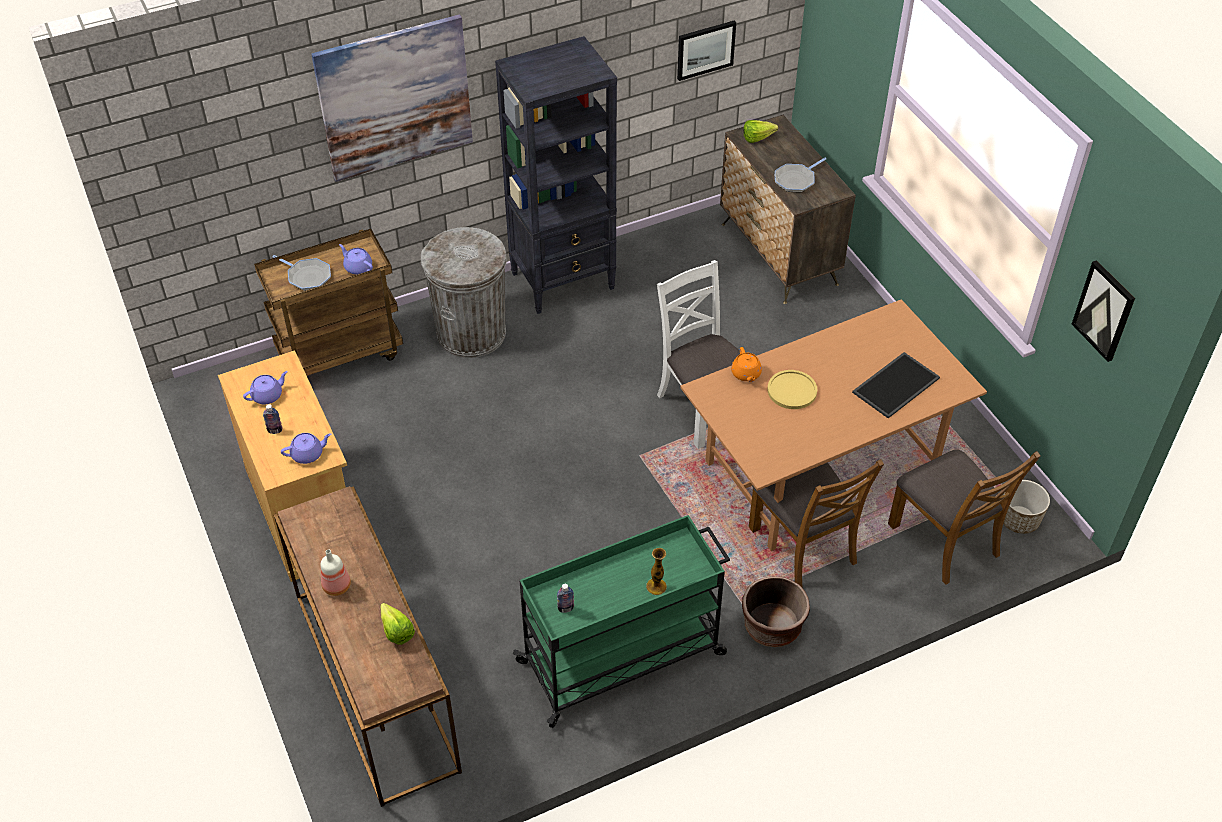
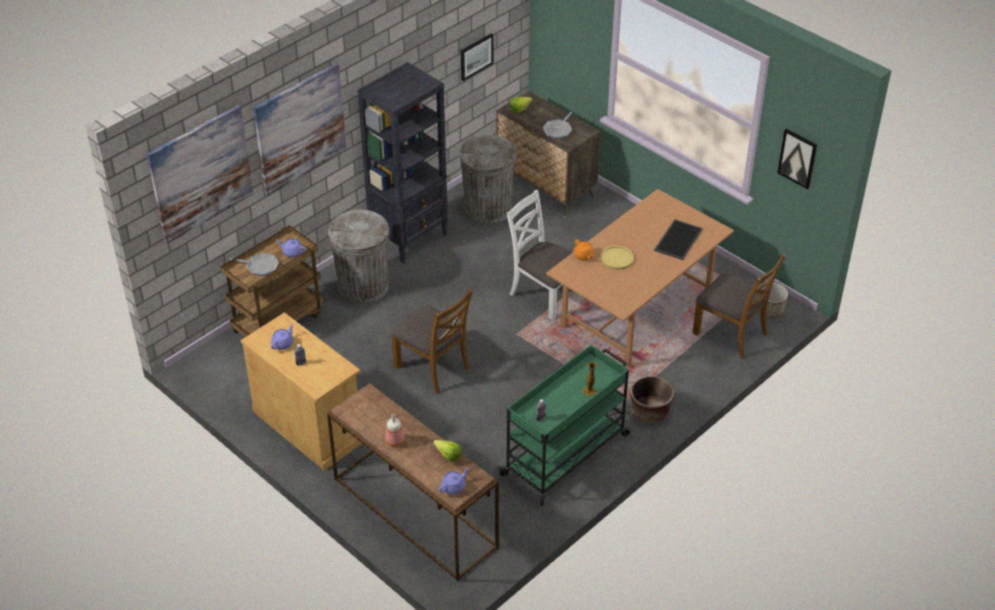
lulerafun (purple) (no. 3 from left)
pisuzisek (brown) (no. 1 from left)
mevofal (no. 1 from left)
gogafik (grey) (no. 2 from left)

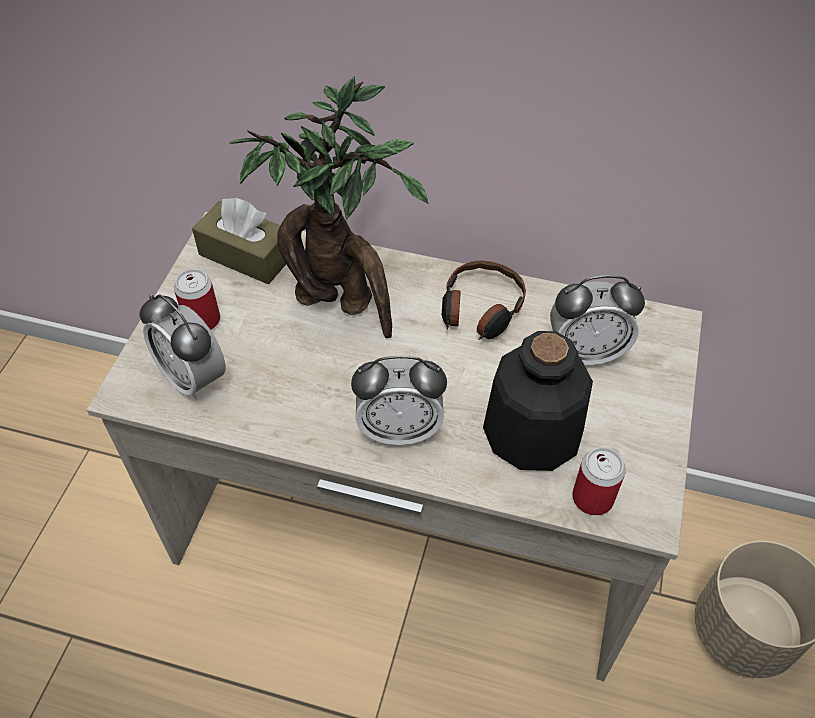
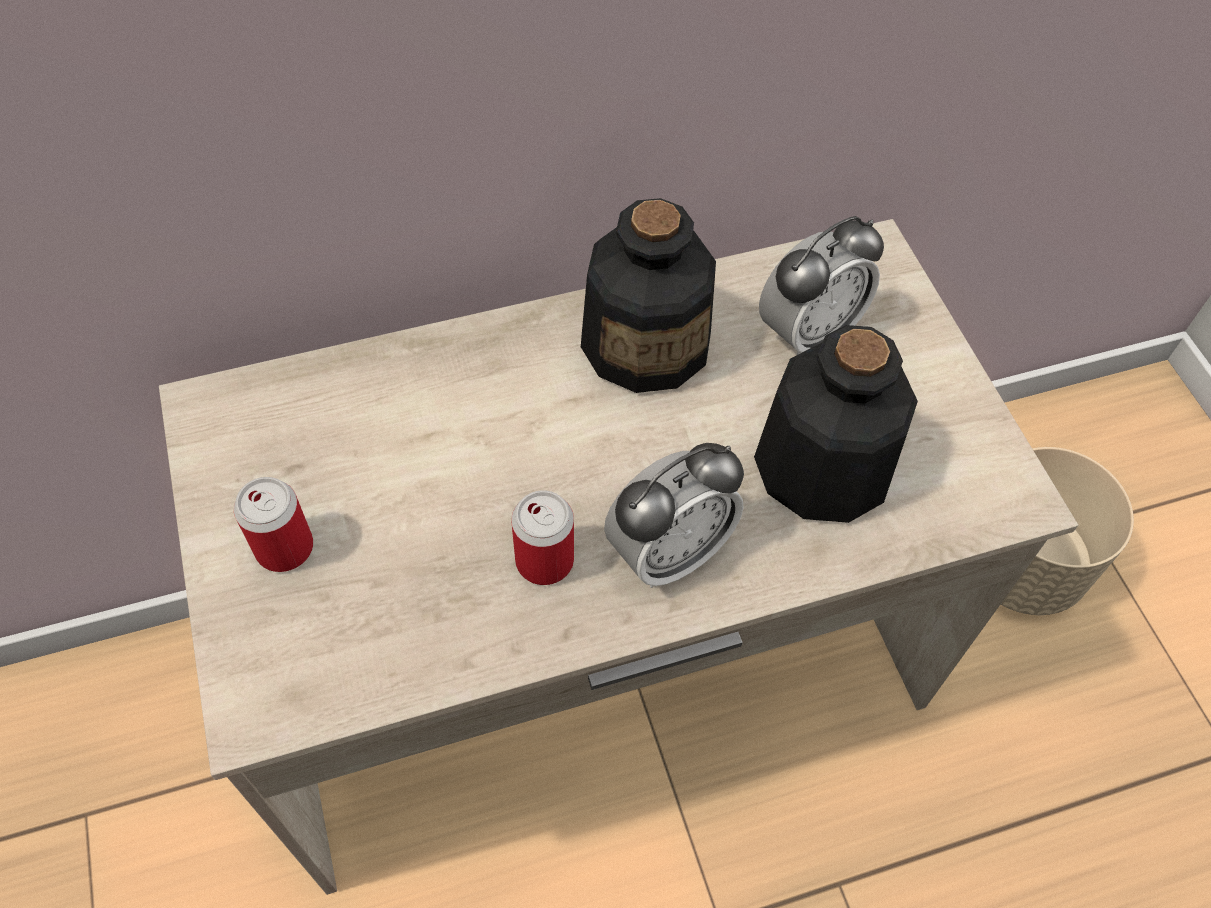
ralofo
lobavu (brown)
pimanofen (no. 1 from left)
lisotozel (no. 1 from left in the first image)
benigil (no. 2 from left)

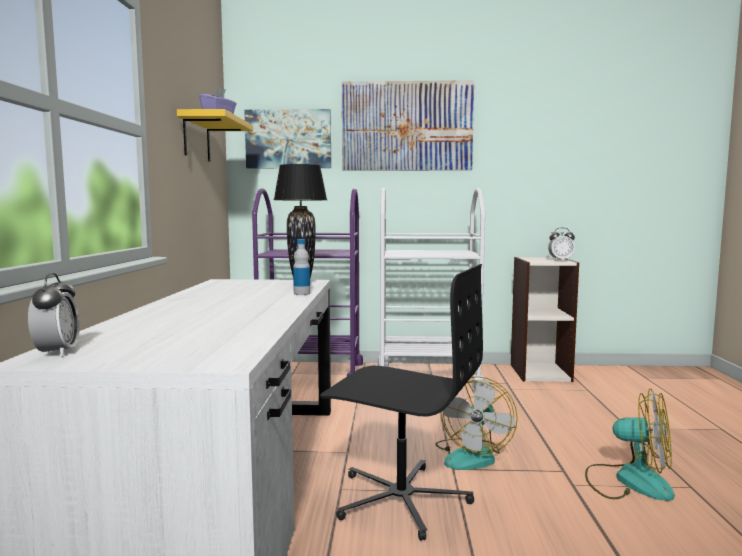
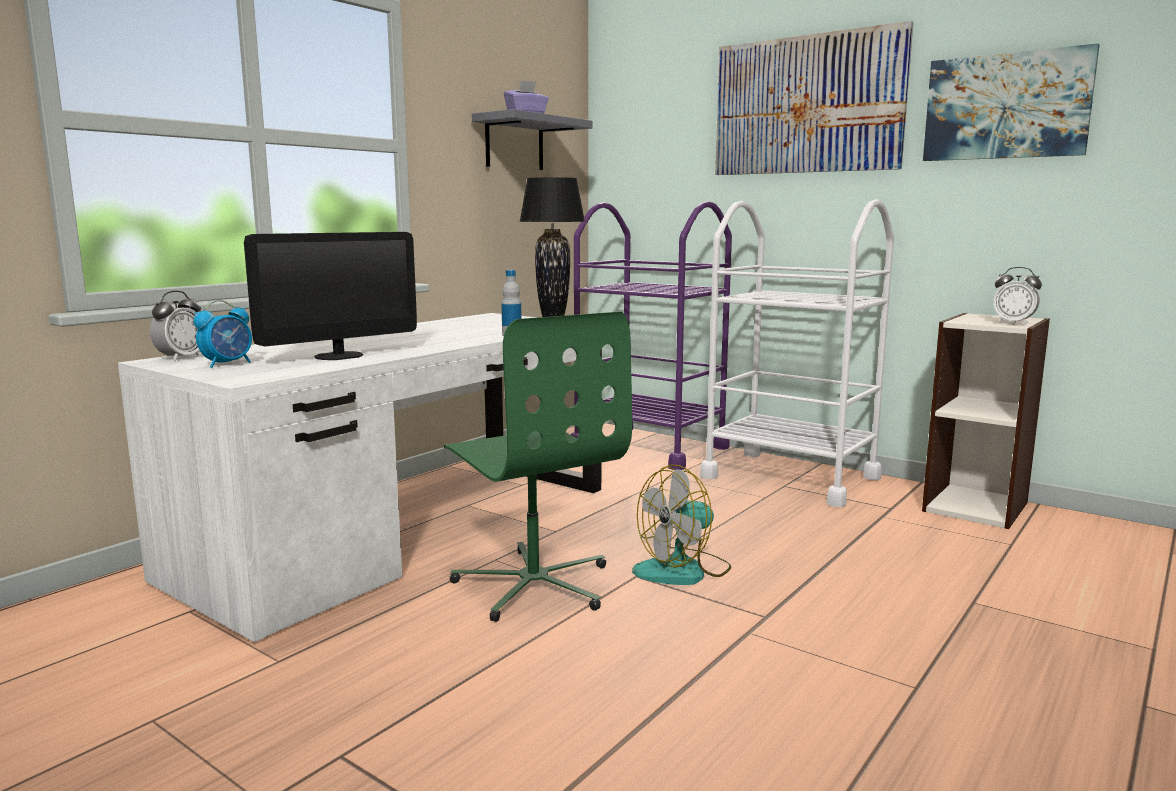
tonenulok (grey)
mevofal (no. 2 from left)
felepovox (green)
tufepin (no. 2 from left in the first image)
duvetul
lisotozel (no. 2 from left)

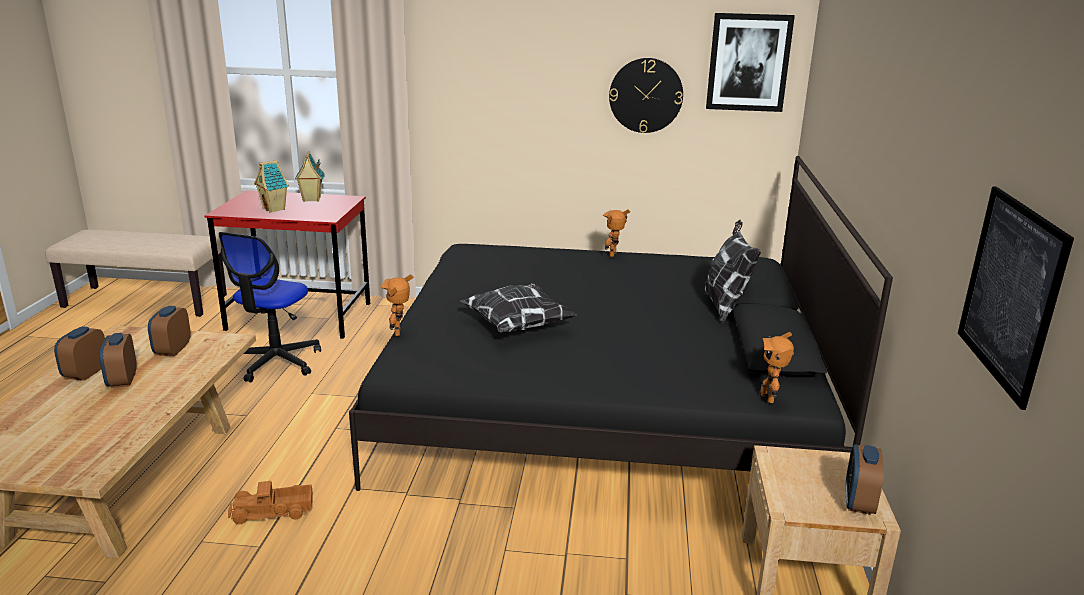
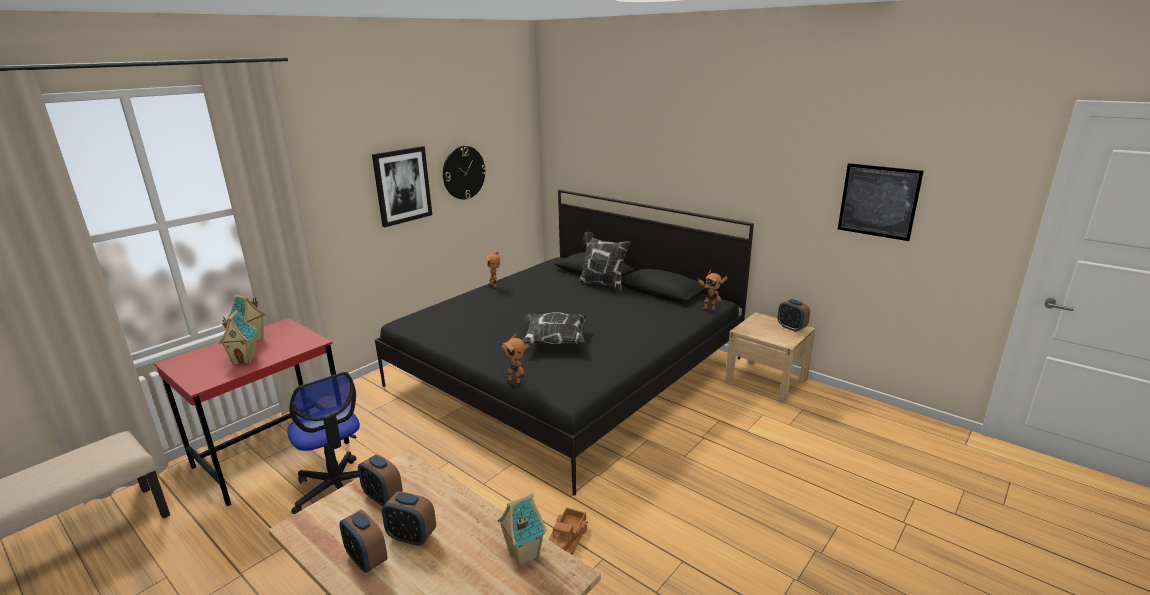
mevofal (no. 1 from left)
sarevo (no. 3 from left)

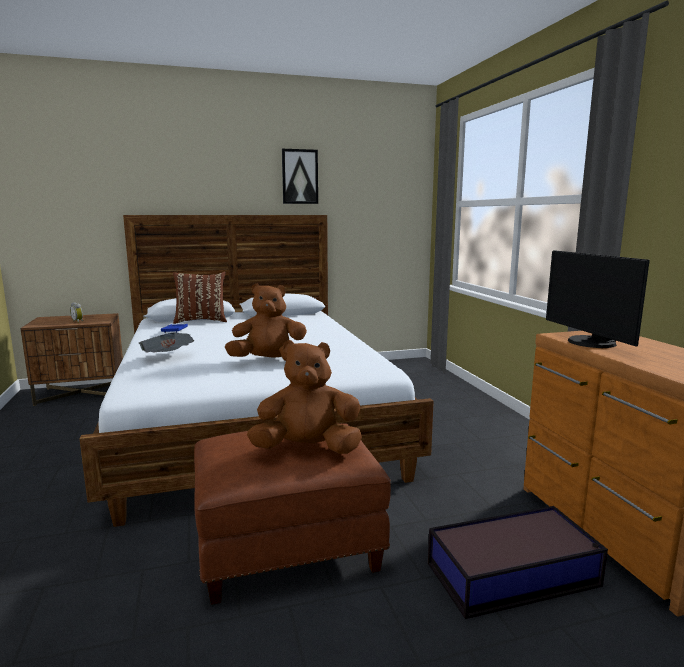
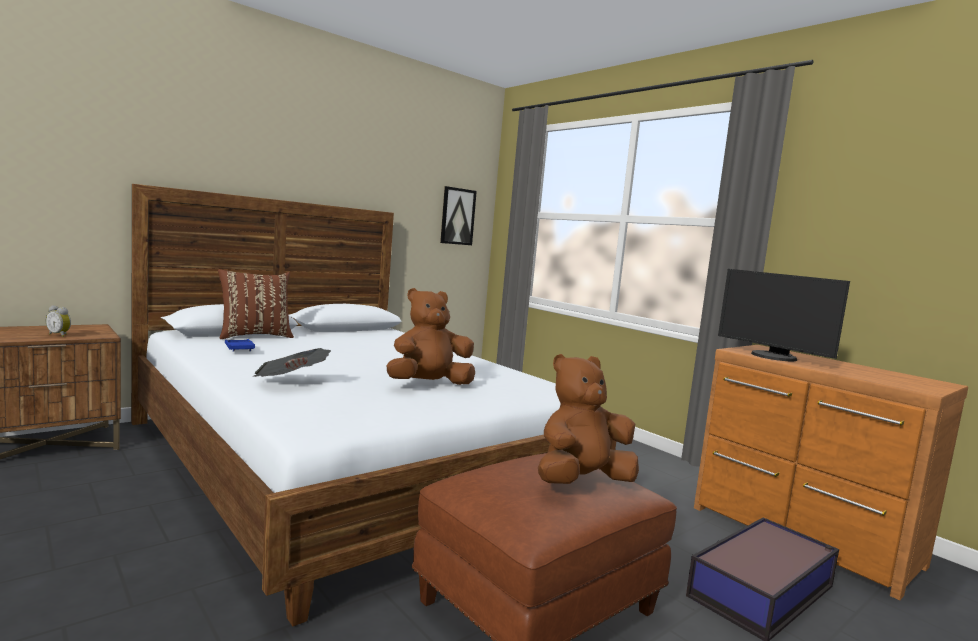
mevofal

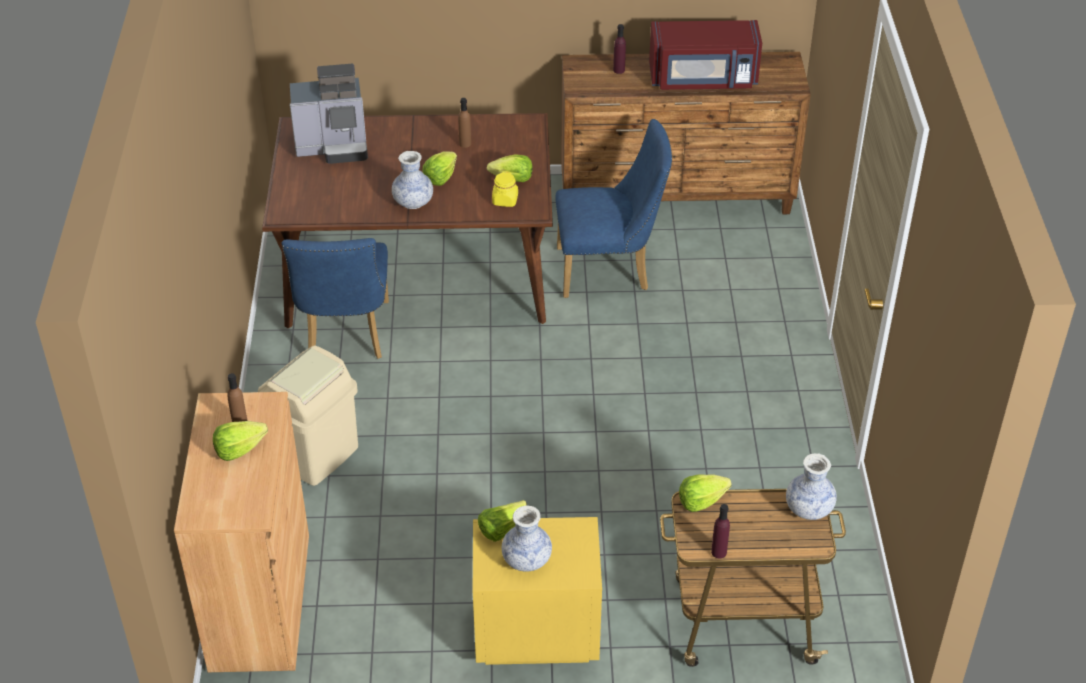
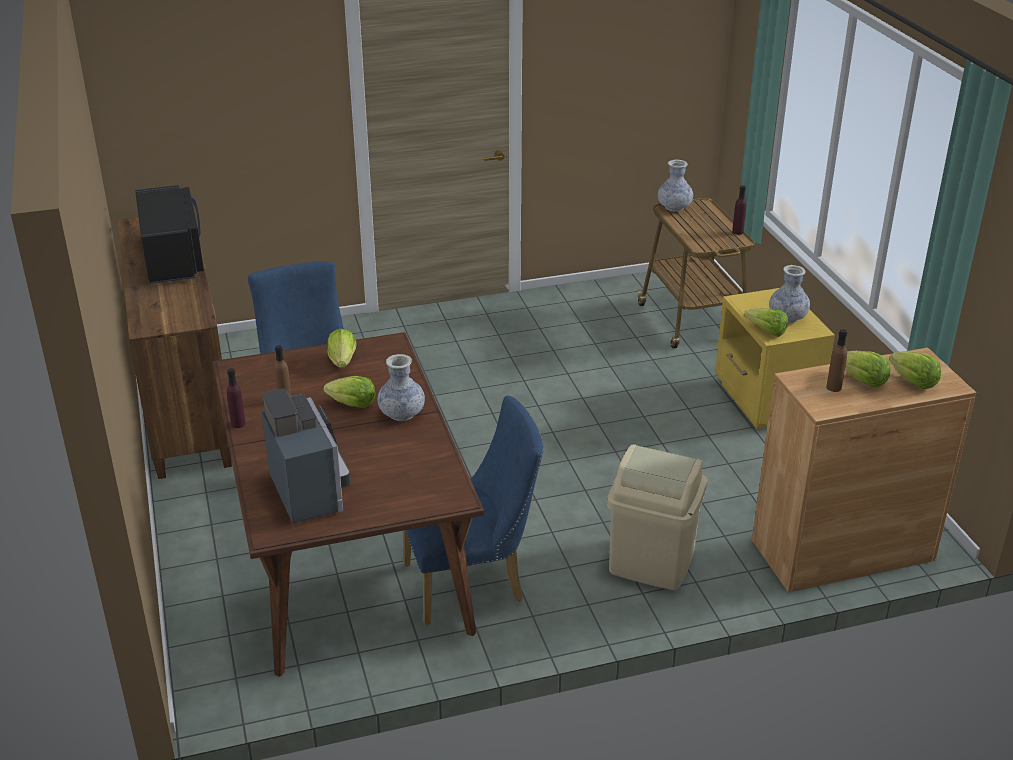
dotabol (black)
pimanofen (purple) (no. 1 from left)
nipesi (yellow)
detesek (no. 5 from left)

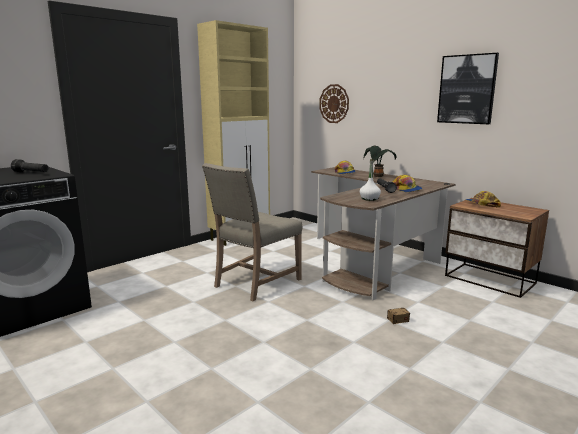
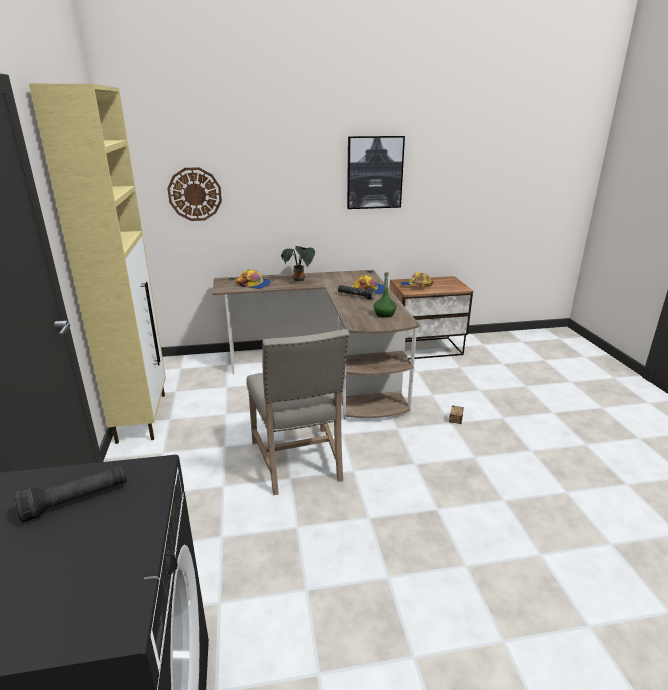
pimanofen (green)

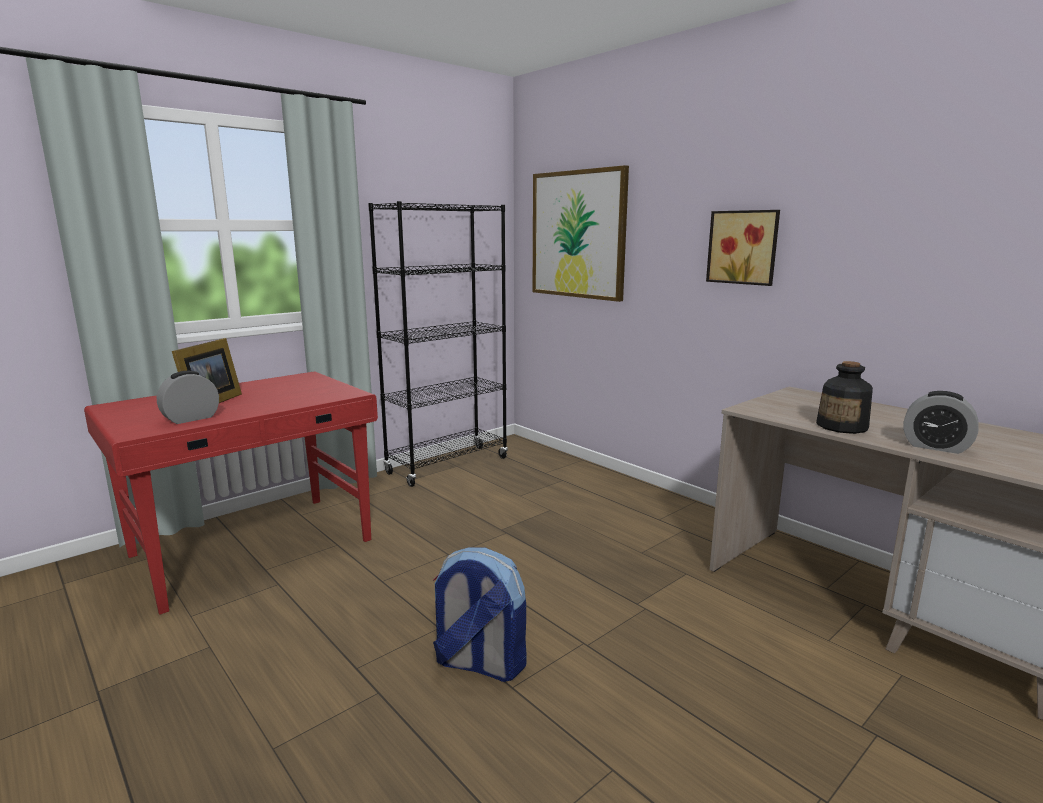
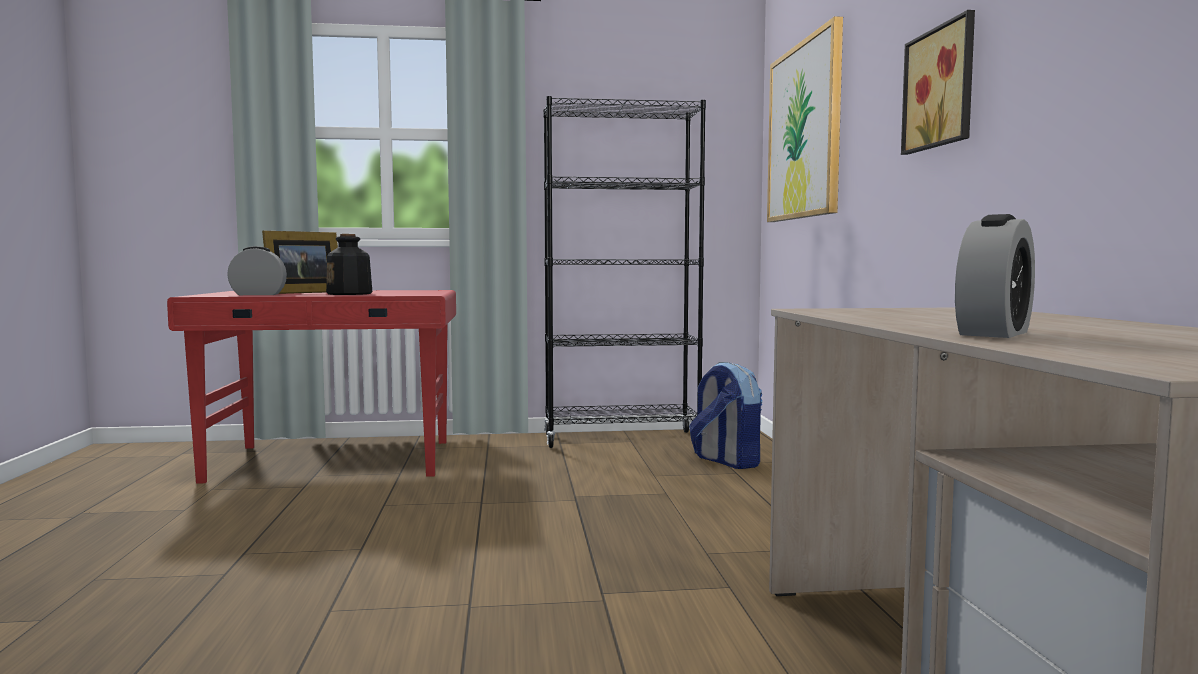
pimanofen
lisotozel (no. 2 from left)
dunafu

